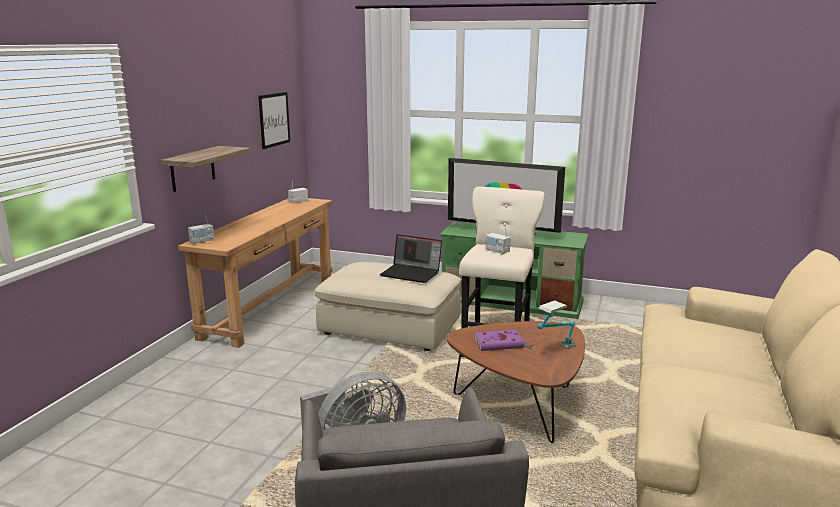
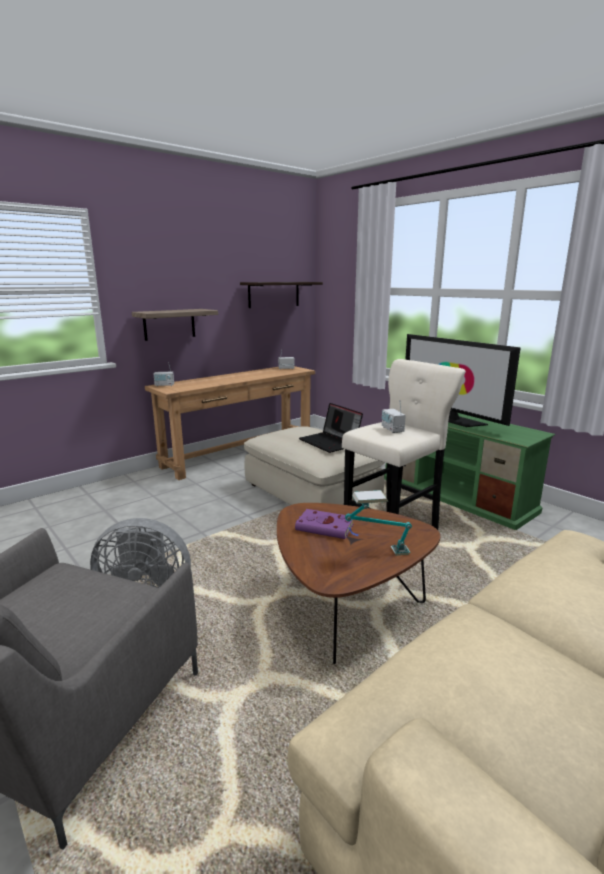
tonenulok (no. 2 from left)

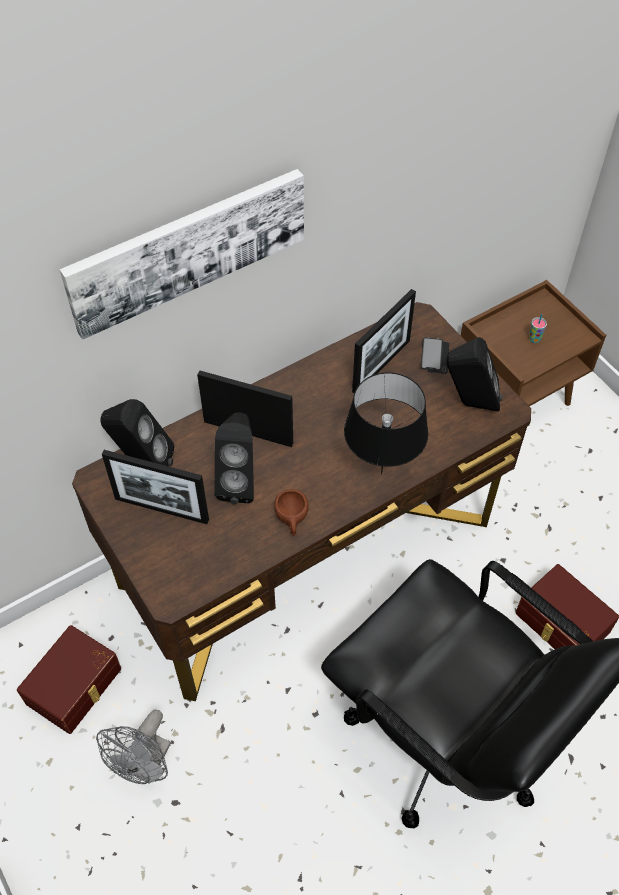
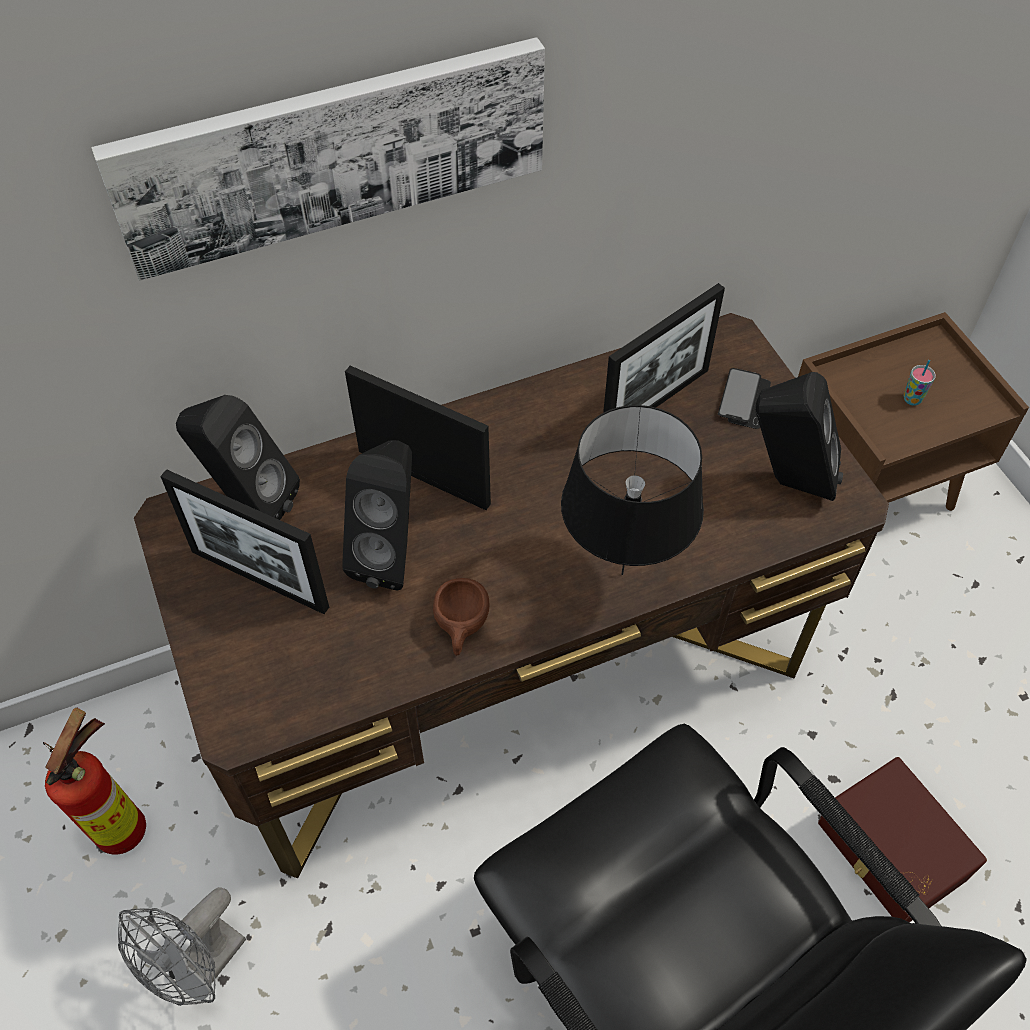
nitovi

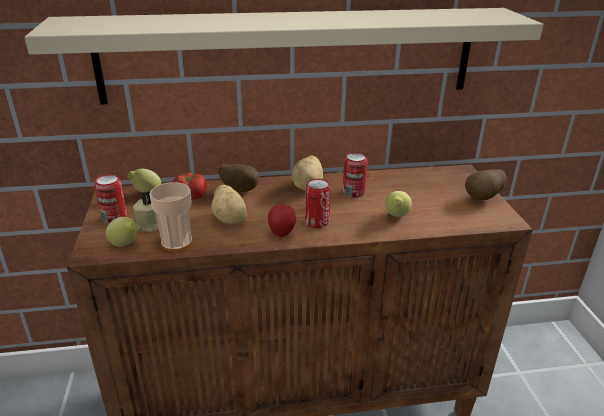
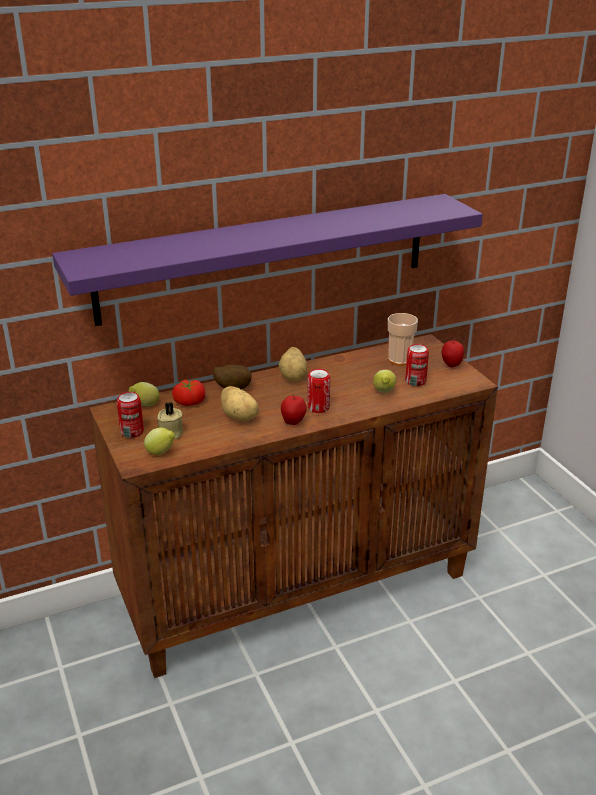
tonenulok (purple)
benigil (no. 3 from left)
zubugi (no. 2 from left)
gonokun

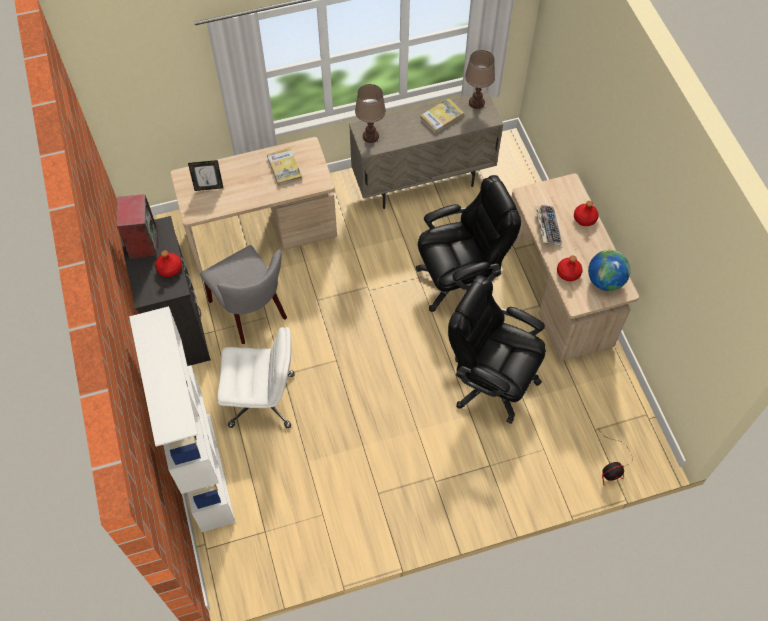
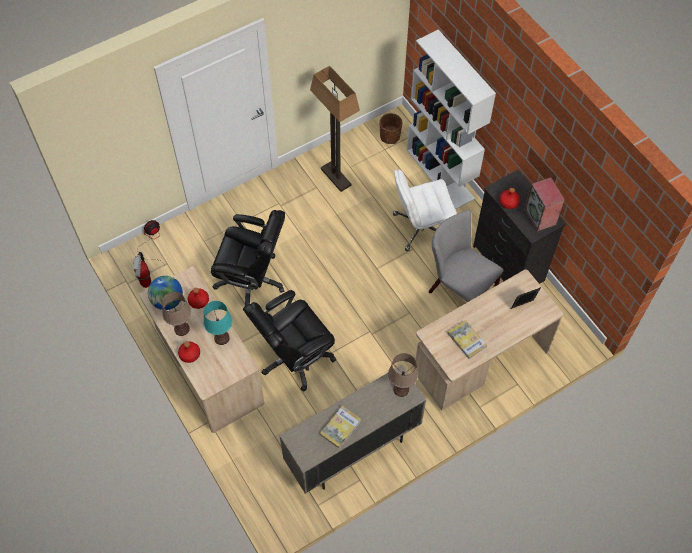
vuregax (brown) (no. 1 from left)
vuregax (turquoise)
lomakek
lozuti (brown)
nitovi

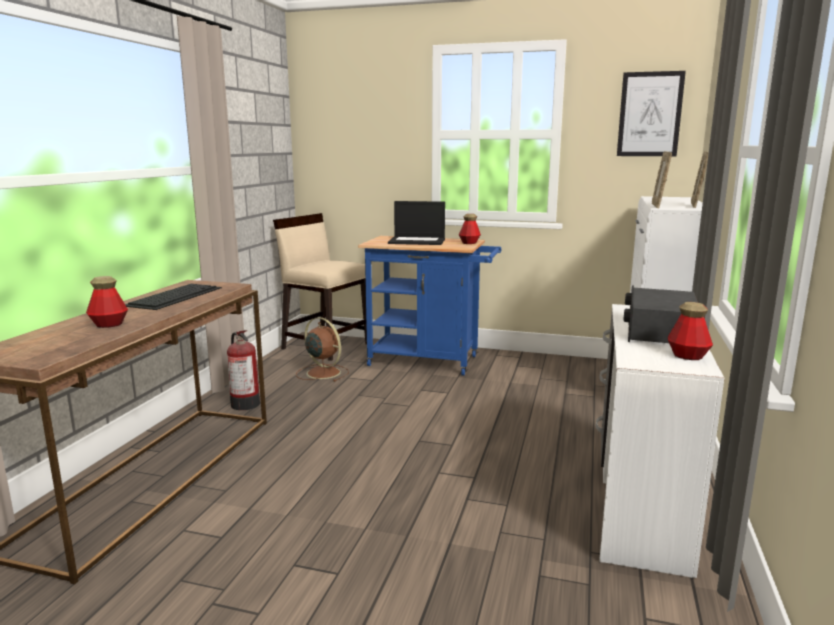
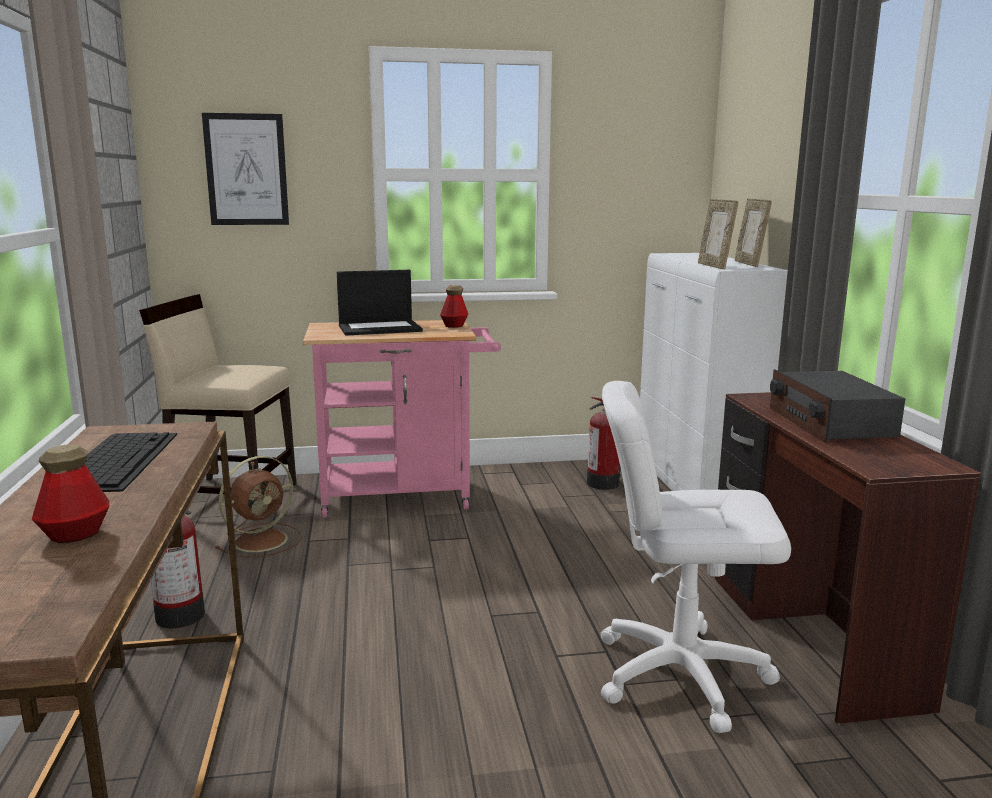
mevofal
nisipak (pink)
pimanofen (no. 3 from left in the first image)
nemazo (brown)
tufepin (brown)
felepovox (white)
nitovi (no. 2 from left)

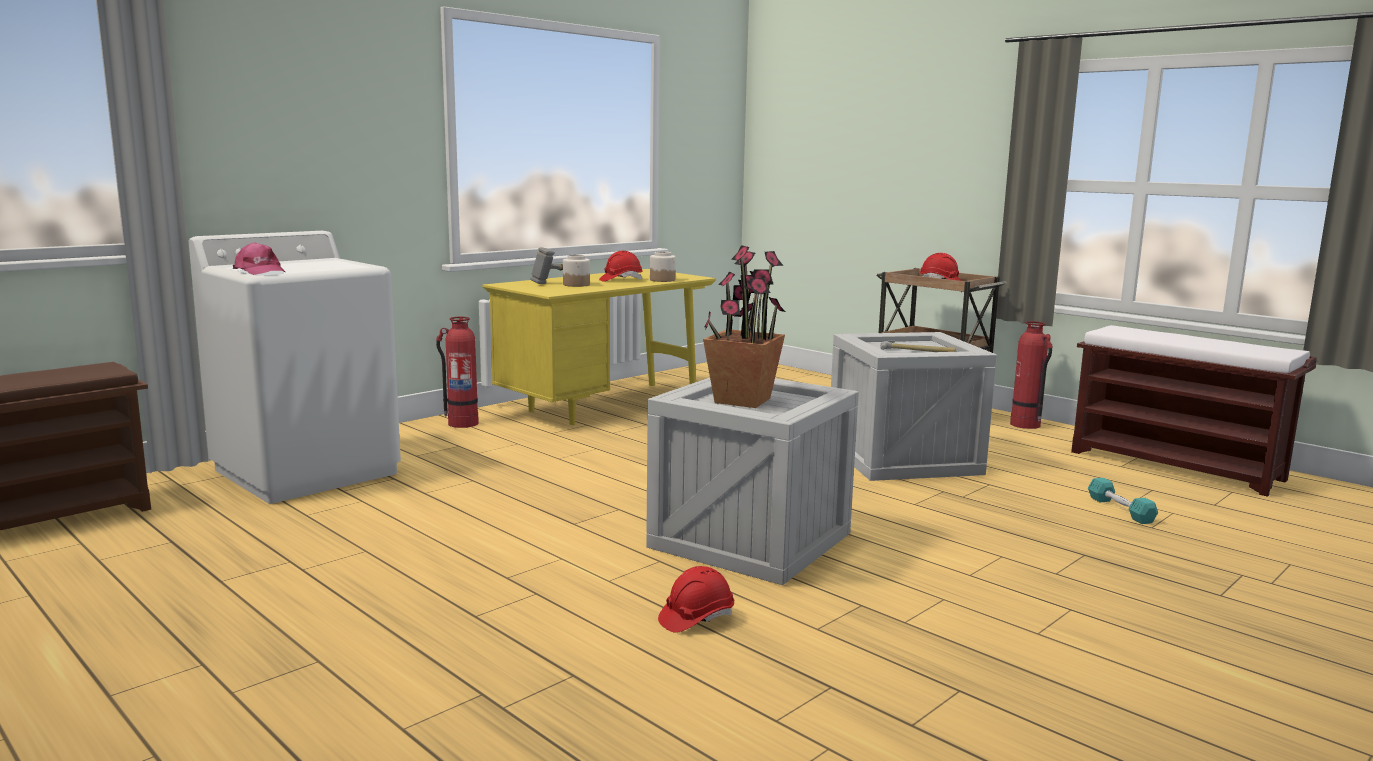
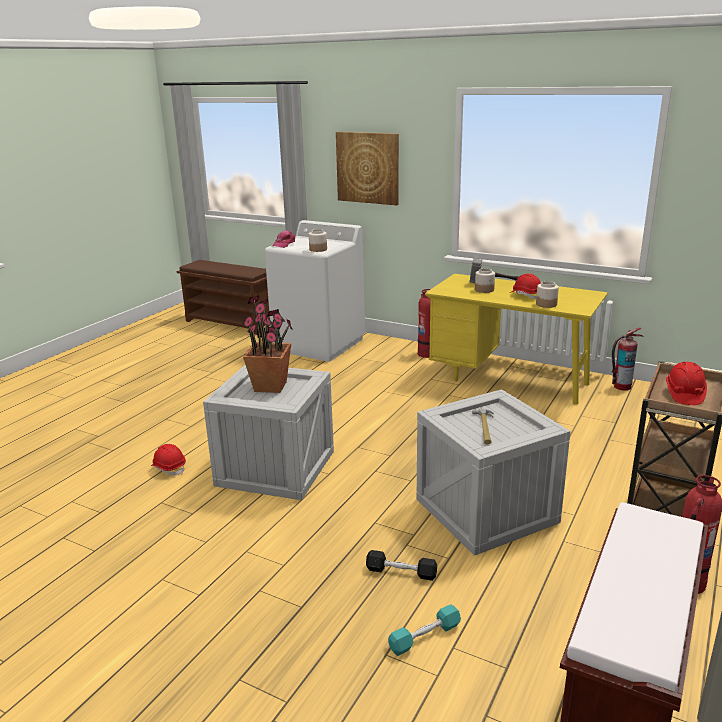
mevofal
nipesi (no. 1 from left)
nitovi (no. 2 from left)
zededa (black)

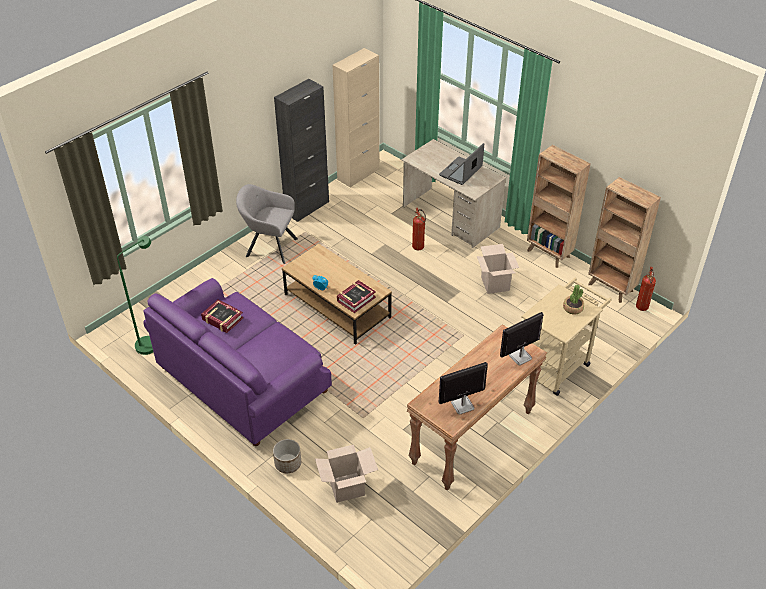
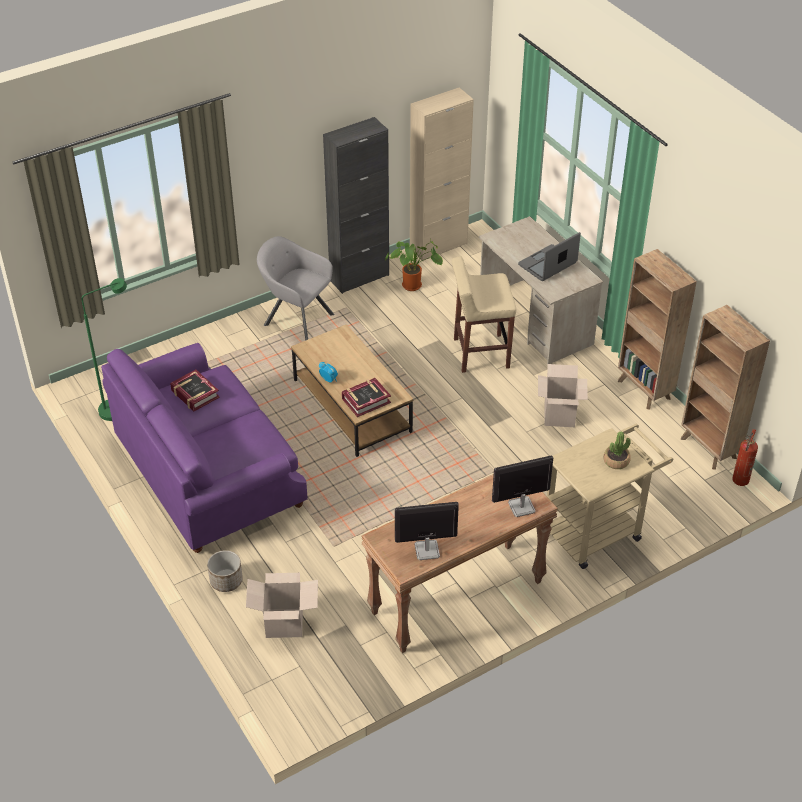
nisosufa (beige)
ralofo (no. 1 from left)

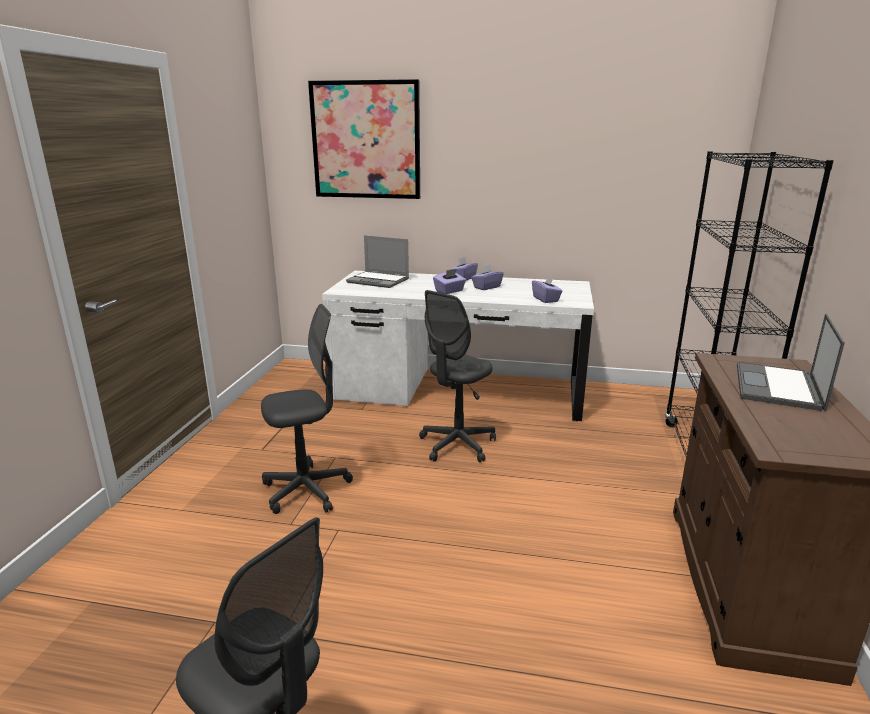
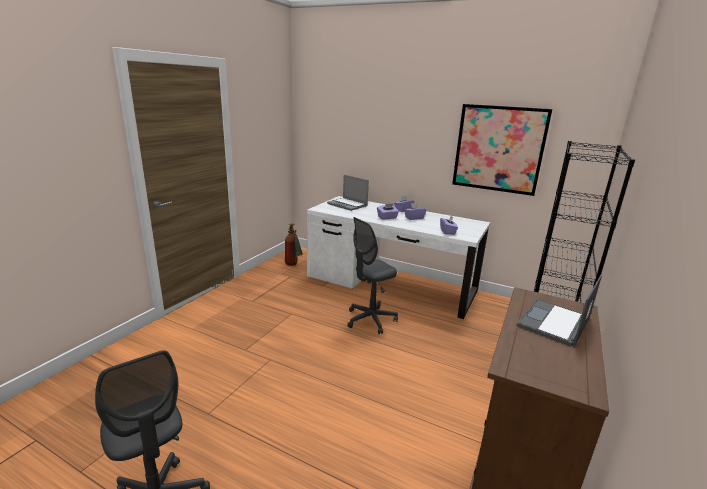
mevofal
felepovox (grey) (no. 2 from left in the first image)
nitovi

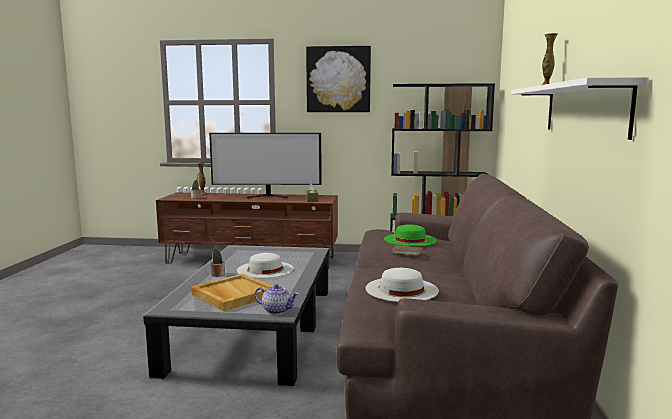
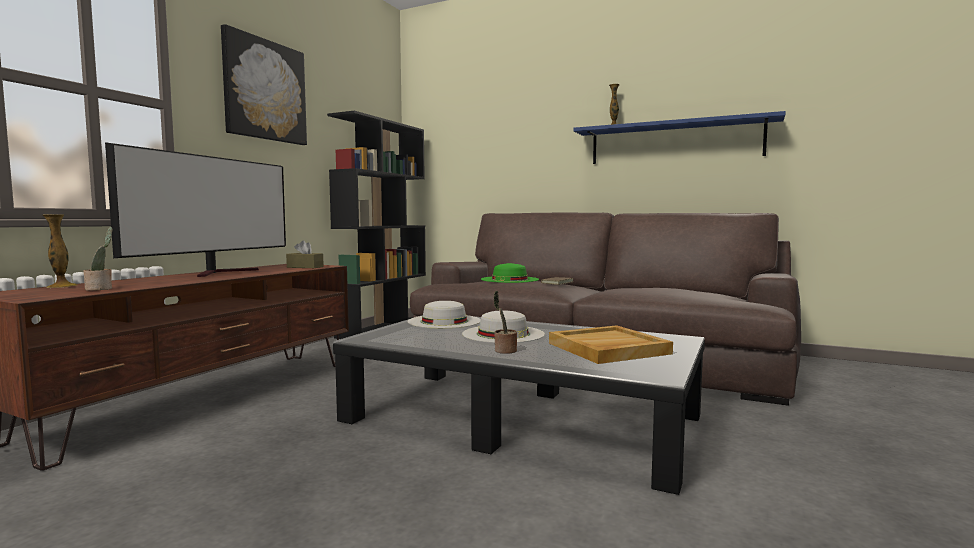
tonenulok (blue)
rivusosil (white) (no. 1 from left)
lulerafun

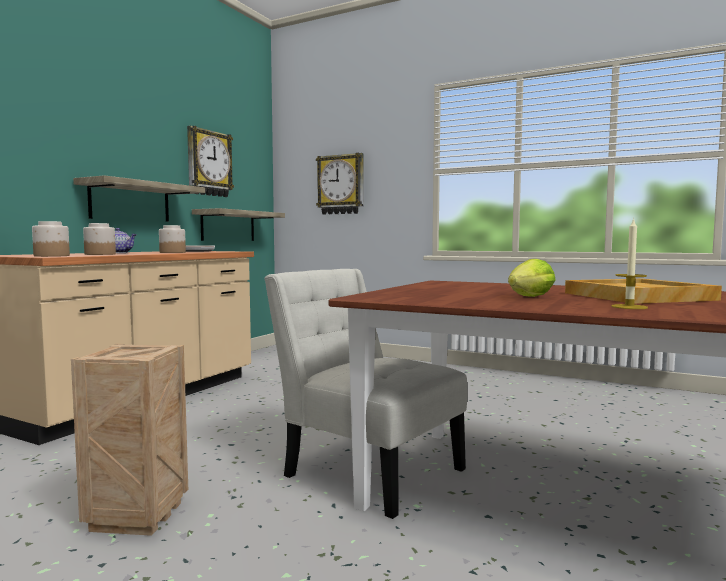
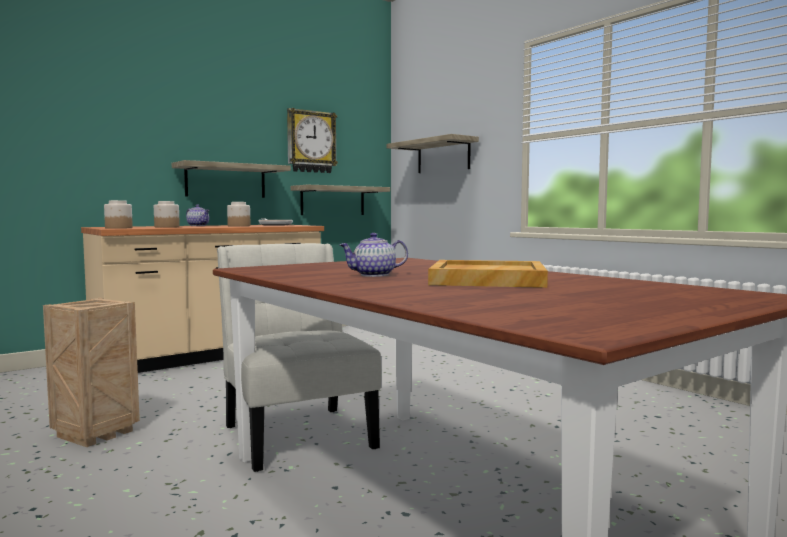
tonenulok (no. 3 from left)
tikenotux
lulerafun (no. 2 from left)

